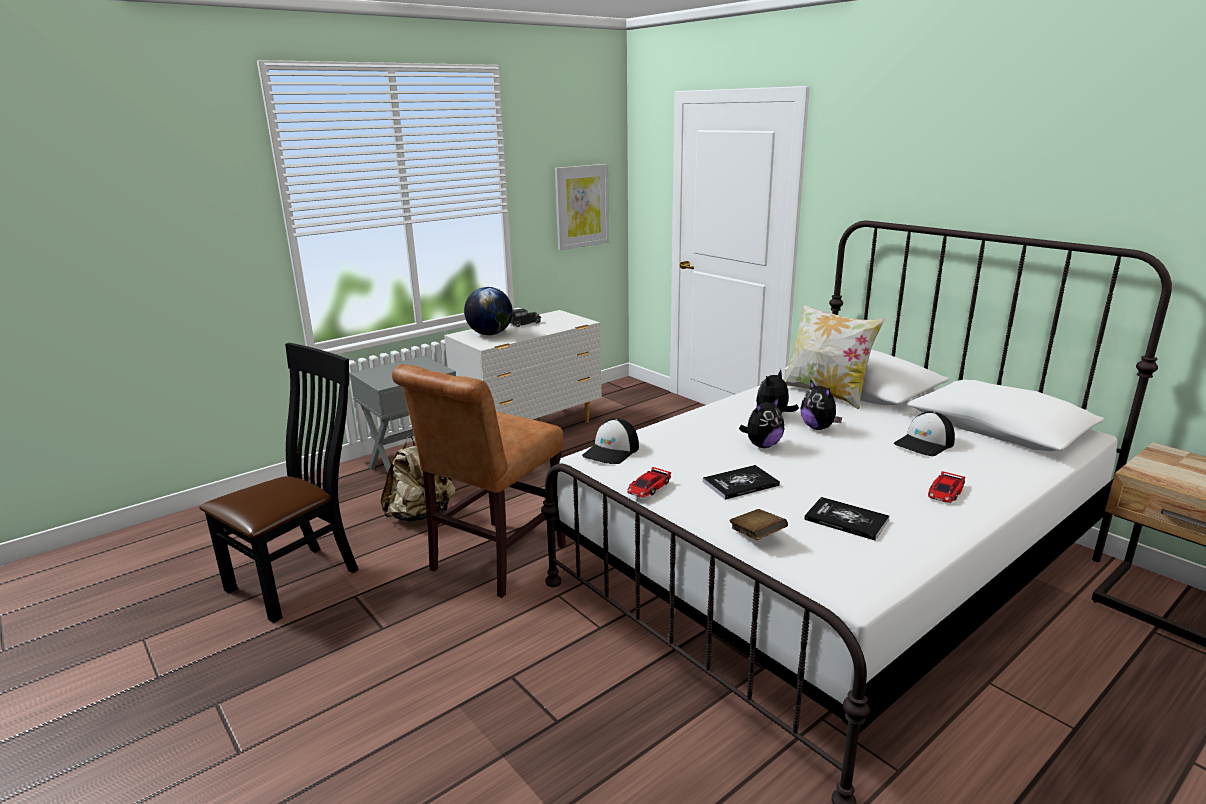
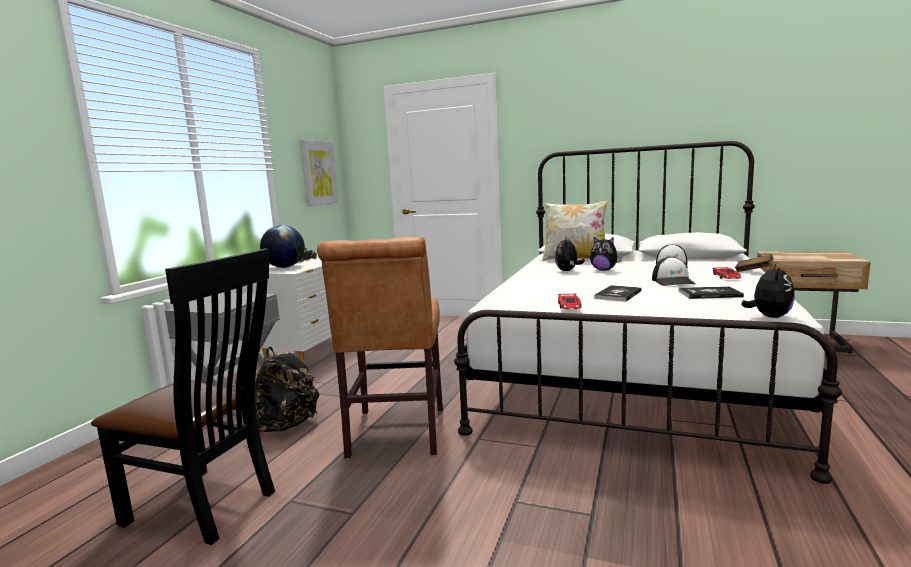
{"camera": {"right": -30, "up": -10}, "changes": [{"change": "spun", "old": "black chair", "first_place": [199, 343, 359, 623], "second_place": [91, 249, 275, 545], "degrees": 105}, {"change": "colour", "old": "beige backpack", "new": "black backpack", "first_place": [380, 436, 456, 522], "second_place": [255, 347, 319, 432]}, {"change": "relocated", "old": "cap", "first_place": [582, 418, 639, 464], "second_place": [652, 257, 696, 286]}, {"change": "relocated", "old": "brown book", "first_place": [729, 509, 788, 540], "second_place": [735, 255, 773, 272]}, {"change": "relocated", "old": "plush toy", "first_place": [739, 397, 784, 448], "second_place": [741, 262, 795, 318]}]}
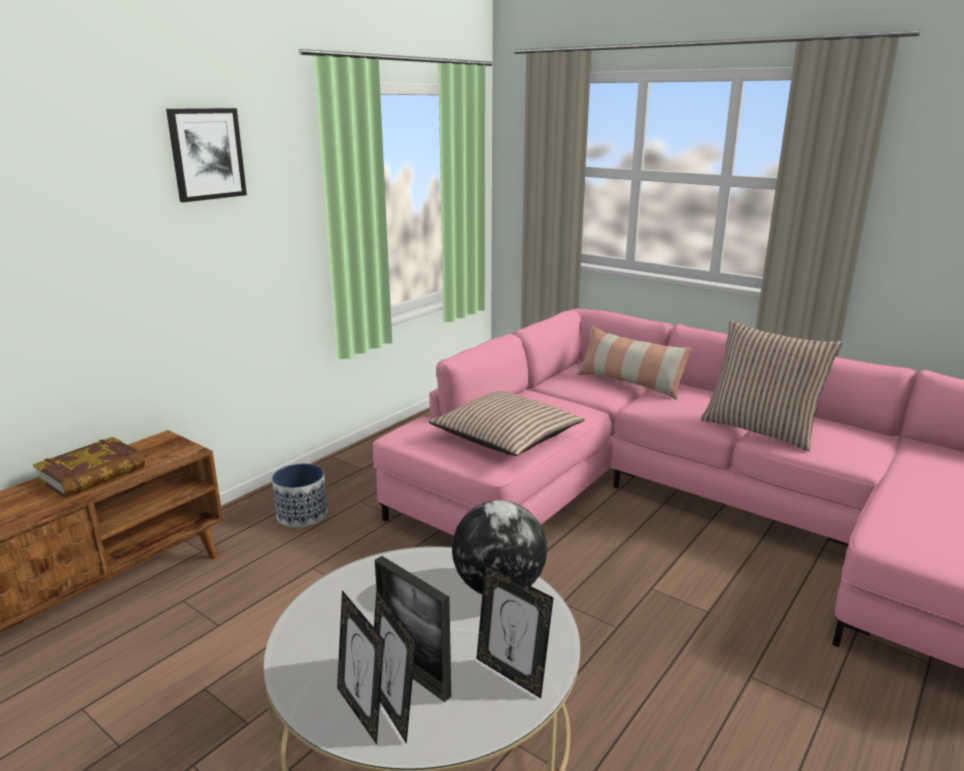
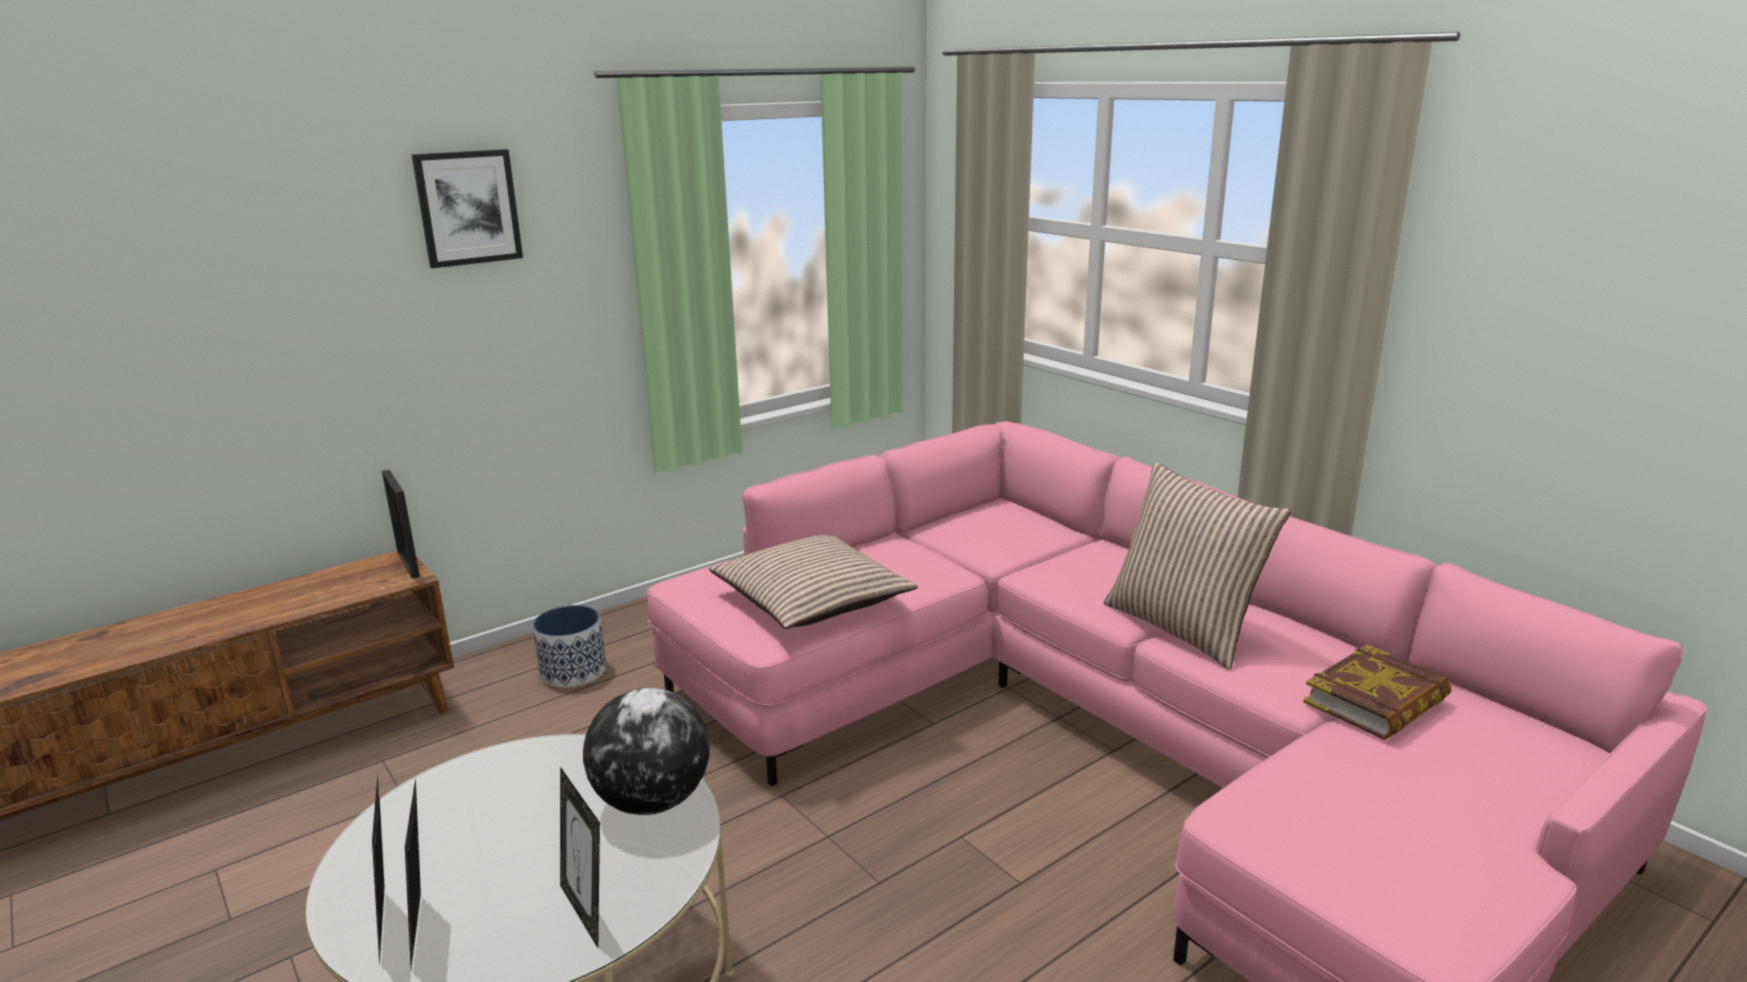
{"camera": {"right": 15, "up": 0}, "changes": [{"change": "relocated", "old": "book", "first_place": [33, 437, 145, 498], "second_place": [1303, 645, 1451, 740]}, {"change": "relocated", "old": "picture frame", "first_place": [375, 556, 451, 702], "second_place": [382, 470, 420, 579]}, {"change": "missing", "old": "pillow", "first_place": [577, 326, 693, 400]}]}
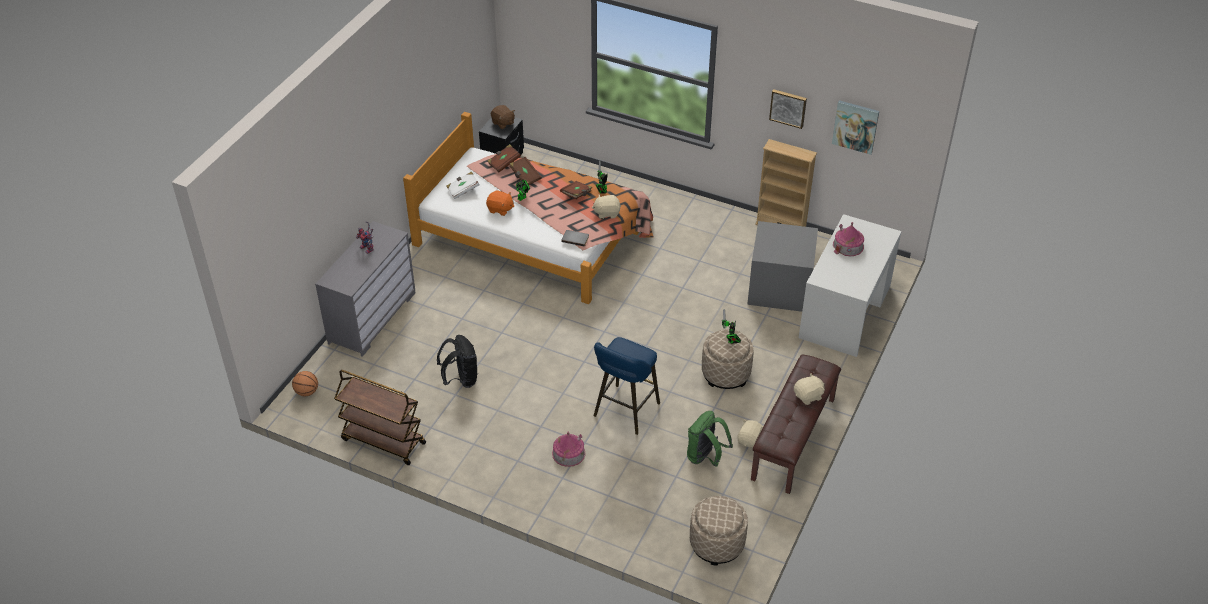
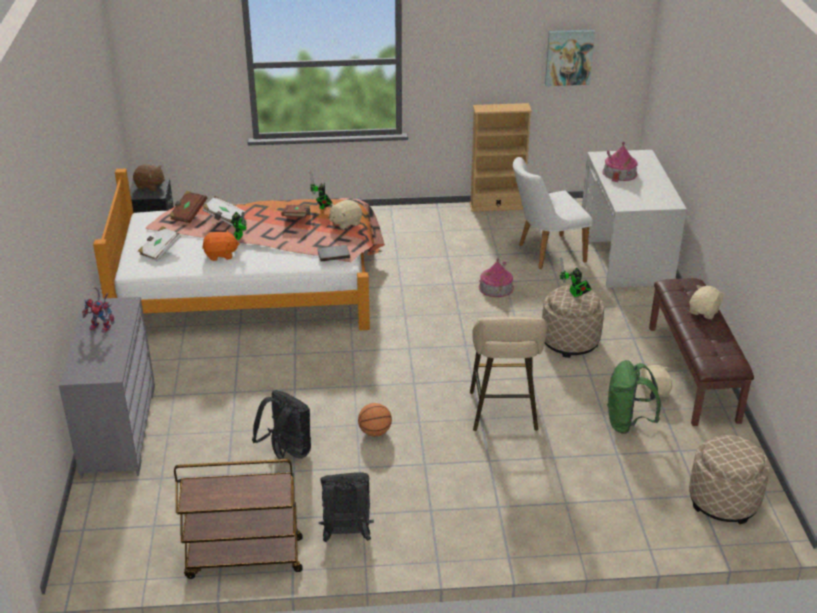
{"camera": {"right": -30, "up": -10}, "changes": [{"change": "relocated", "old": "basketball", "first_place": [292, 371, 318, 397], "second_place": [358, 403, 392, 437]}, {"change": "colour", "old": "brown book", "new": "white book", "first_place": [510, 157, 542, 185], "second_place": [202, 196, 246, 226]}, {"change": "relocated", "old": "toy house", "first_place": [552, 431, 586, 467], "second_place": [479, 258, 514, 297]}, {"change": "colour", "old": "blue stool", "new": "beige stool", "first_place": [594, 337, 660, 435], "second_place": [470, 317, 547, 431]}, {"change": "exchanged", "old": "grey storage box", "new": "white chair", "first_place": [747, 221, 818, 312], "second_place": [513, 157, 593, 269]}, {"change": "missing", "old": "picture", "first_place": [769, 89, 807, 129]}, {"change": "appeared", "new": "black backpack", "second_place": [318, 472, 374, 542]}]}
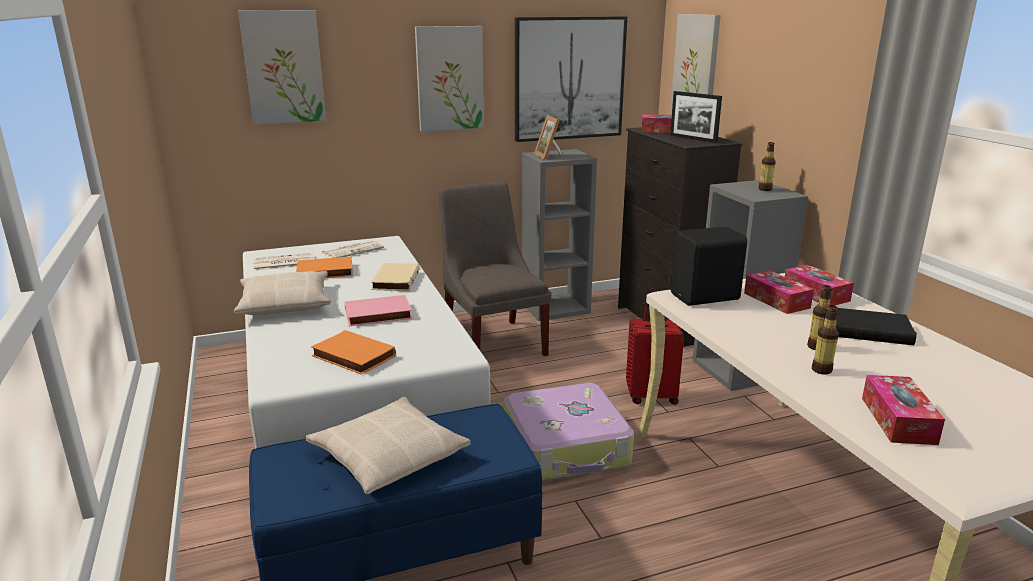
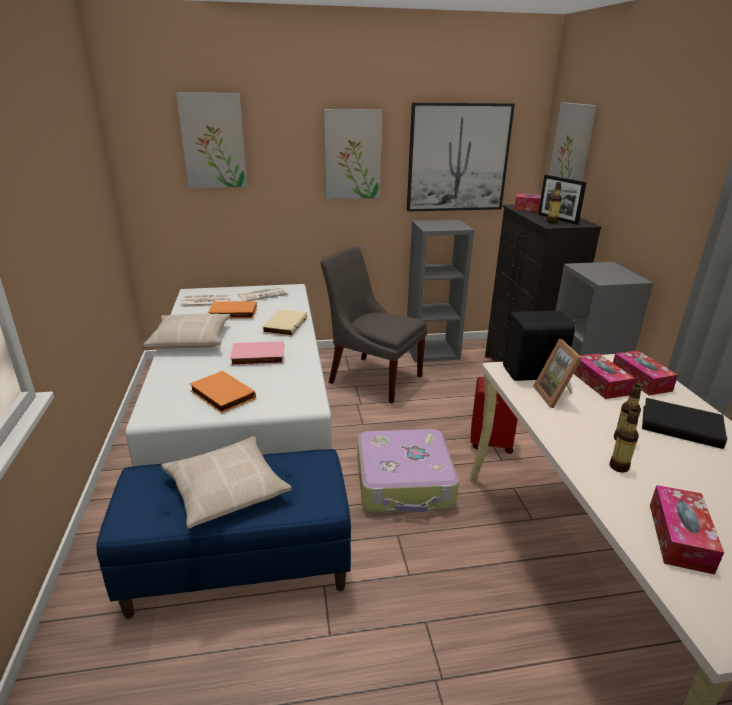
{"camera": {"right": 10, "up": 5}, "changes": [{"change": "spun", "old": "grey chair", "first_place": [438, 182, 551, 356], "second_place": [320, 246, 427, 403], "degrees": -45}, {"change": "relocated", "old": "picture frame", "first_place": [534, 115, 562, 160], "second_place": [533, 339, 582, 408]}, {"change": "relocated", "old": "bottle", "first_place": [758, 142, 776, 191], "second_place": [547, 182, 562, 223]}]}
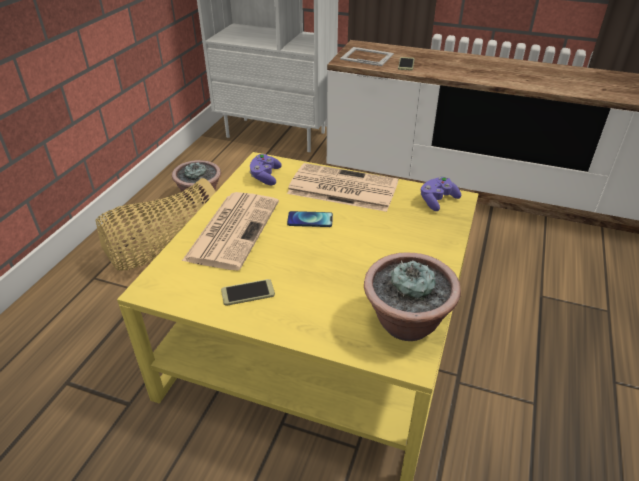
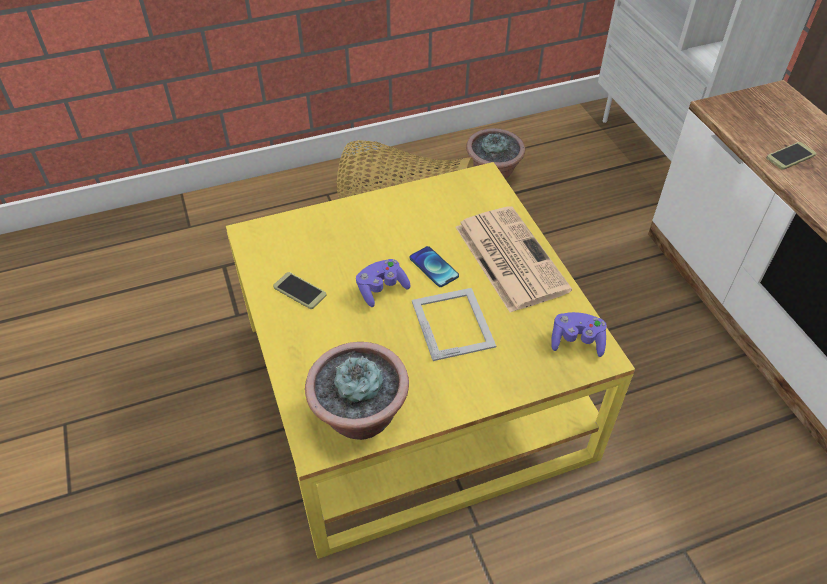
{"camera": {"right": 50, "up": 10}, "changes": [{"change": "missing", "old": "newspaper", "first_place": [182, 192, 279, 270]}, {"change": "relocated", "old": "purple game controller", "first_place": [250, 154, 282, 185], "second_place": [356, 259, 411, 307]}, {"change": "relocated", "old": "picture frame", "first_place": [340, 47, 394, 66], "second_place": [412, 288, 496, 361]}]}
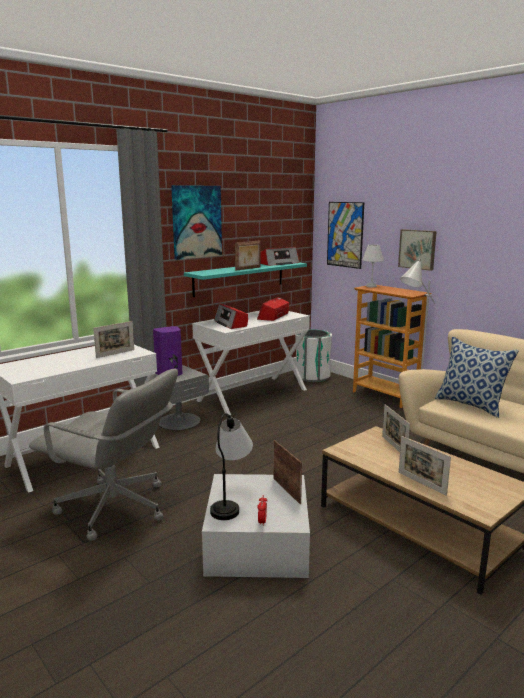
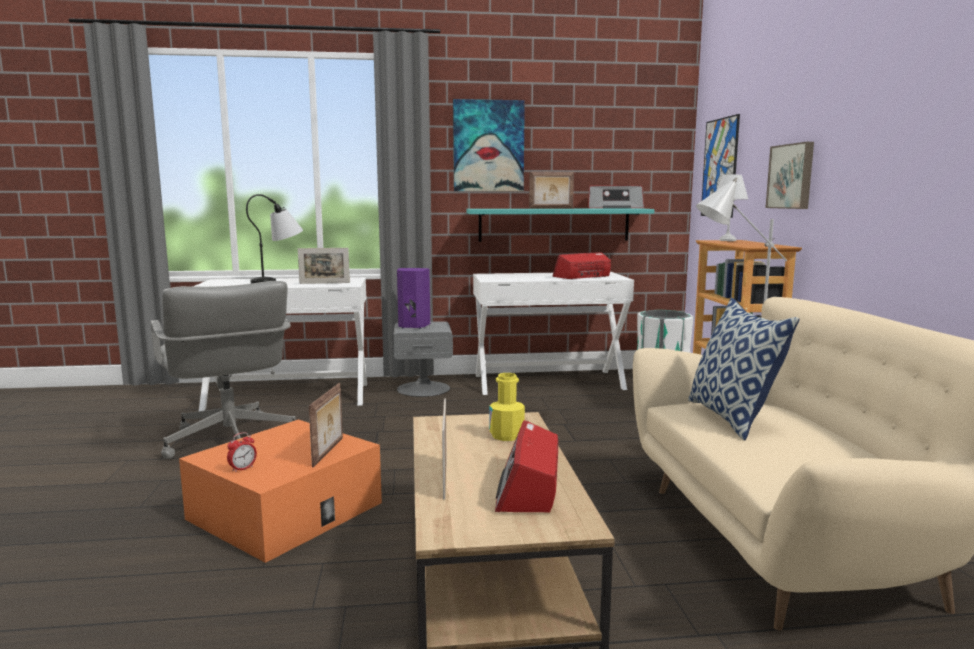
{"camera": {"right": 35, "up": -5}, "changes": [{"change": "colour", "old": "white storage box", "new": "orange storage box", "first_place": [202, 474, 310, 578], "second_place": [179, 419, 382, 563]}, {"change": "relocated", "old": "table lamp", "first_place": [210, 413, 253, 520], "second_place": [246, 194, 303, 284]}, {"change": "relocated", "old": "radio", "first_place": [214, 304, 248, 329], "second_place": [495, 420, 558, 512]}, {"change": "exchanged", "old": "picture frame", "new": "yellow bottle", "first_place": [382, 404, 410, 452], "second_place": [490, 373, 525, 441]}]}
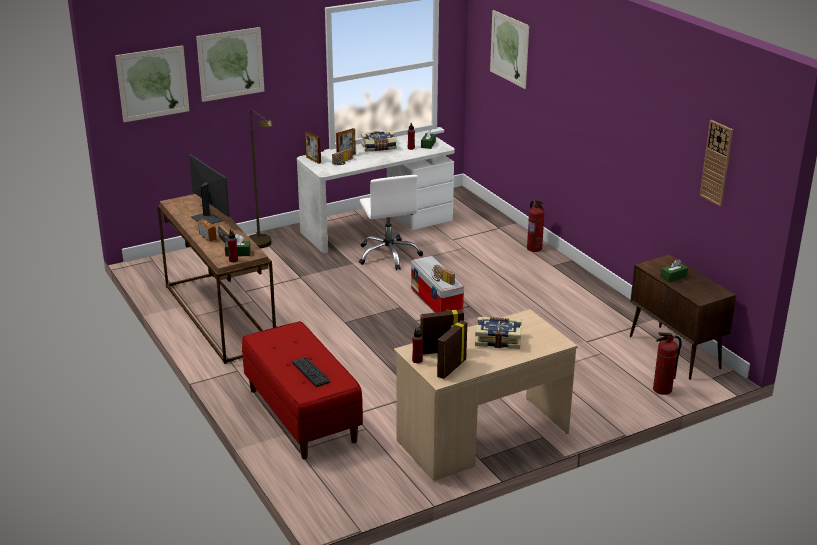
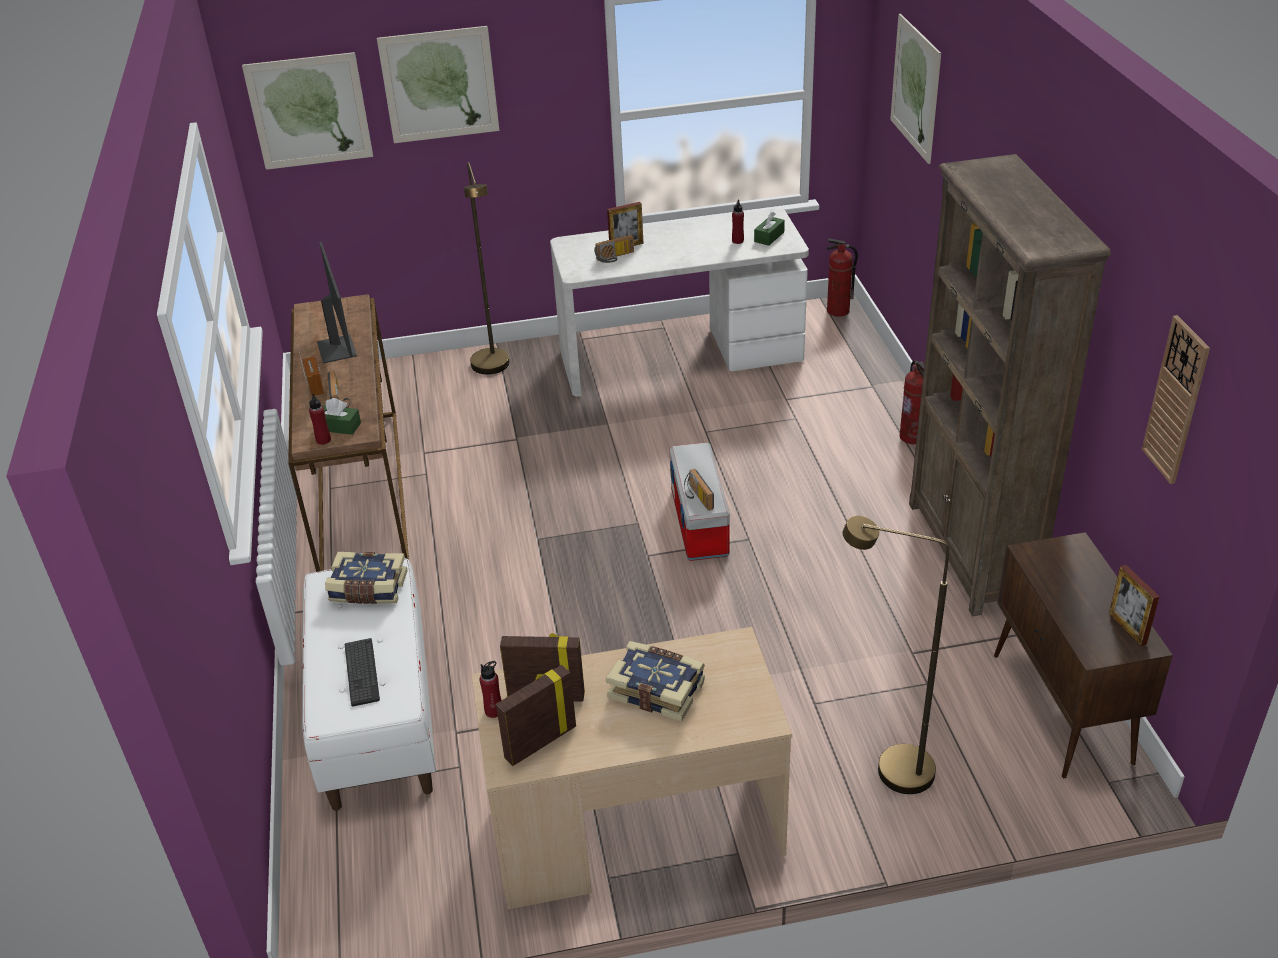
{"camera": {"right": 20, "up": 10}, "changes": [{"change": "colour", "old": "red bench", "new": "white bench", "first_place": [242, 321, 363, 460], "second_place": [302, 558, 436, 811]}, {"change": "relocated", "old": "picture frame", "first_place": [305, 131, 321, 164], "second_place": [1109, 565, 1160, 646]}, {"change": "missing", "old": "white office chair", "first_place": [359, 175, 423, 270]}, {"change": "relocated", "old": "book", "first_place": [361, 130, 397, 152], "second_place": [325, 552, 408, 604]}, {"change": "relocated", "old": "fire extinguisher", "first_place": [653, 332, 682, 395], "second_place": [826, 238, 858, 317]}, {"change": "missing", "old": "green tissue box", "first_place": [660, 259, 688, 282]}, {"change": "appeared", "new": "brown floor lamp", "second_place": [843, 516, 950, 794]}, {"change": "appeared", "new": "brown bookcase", "second_place": [909, 154, 1111, 616]}]}
